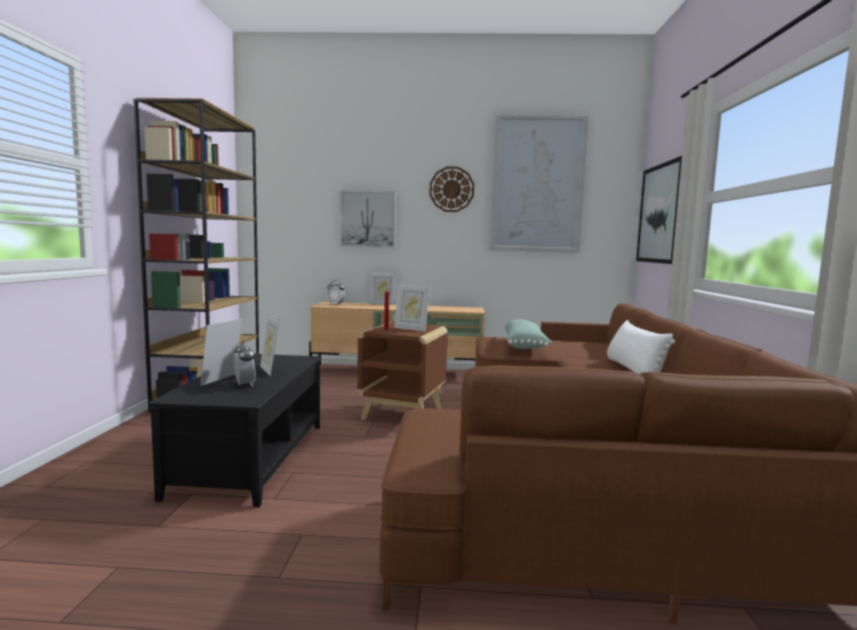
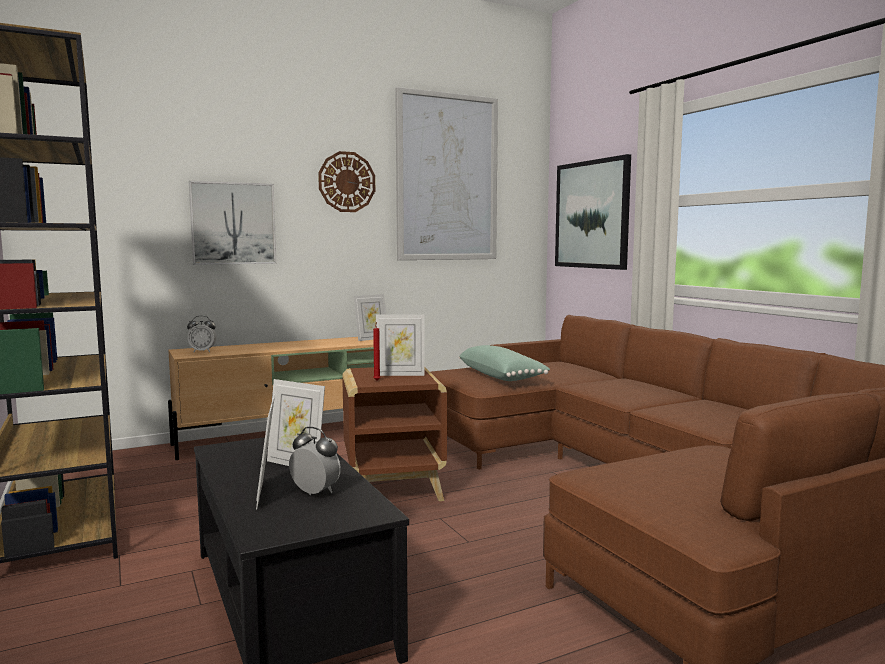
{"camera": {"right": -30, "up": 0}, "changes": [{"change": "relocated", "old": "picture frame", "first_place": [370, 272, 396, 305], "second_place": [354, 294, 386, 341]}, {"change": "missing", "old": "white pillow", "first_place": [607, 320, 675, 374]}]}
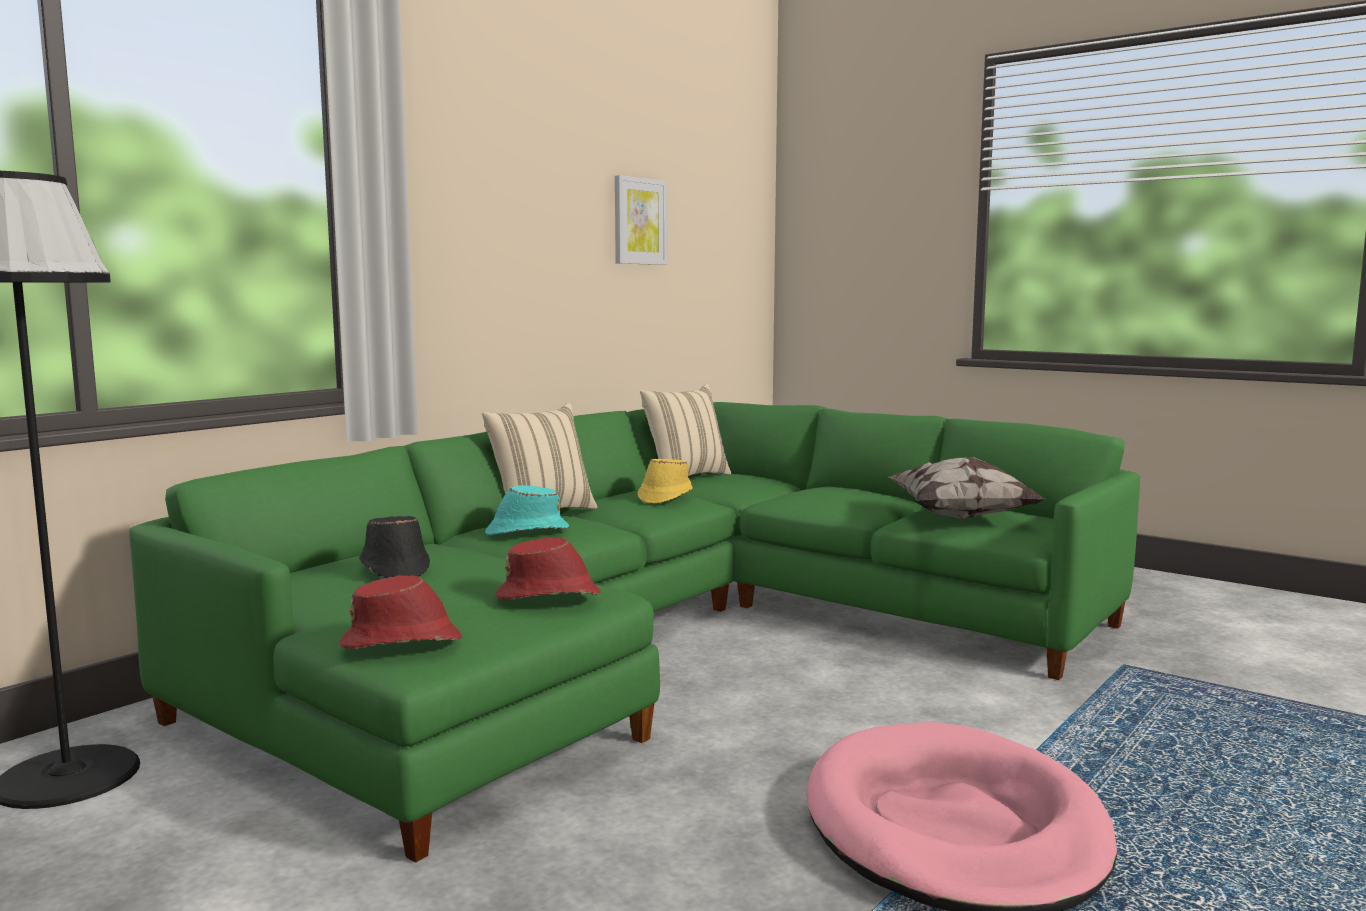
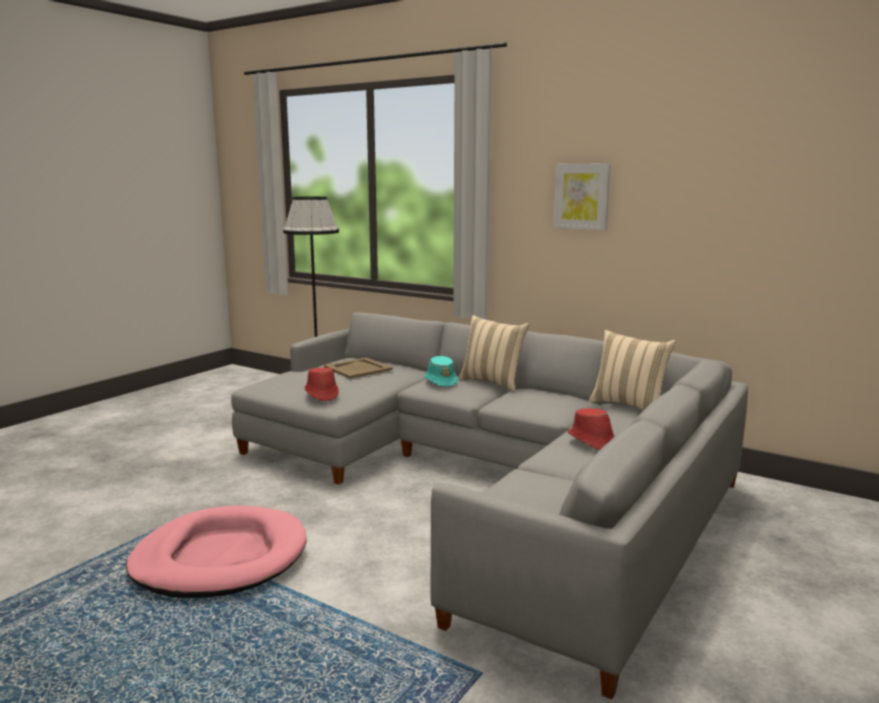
{"camera": {"right": 85, "up": 5}, "changes": [{"change": "colour", "old": "green sofa", "new": "grey sofa", "first_place": [129, 402, 1140, 863], "second_place": [231, 312, 748, 700]}, {"change": "relocated", "old": "red hat", "first_place": [339, 575, 462, 649], "second_place": [568, 408, 615, 450]}, {"change": "exchanged", "old": "black hat", "new": "beige tray", "first_place": [359, 516, 430, 578], "second_place": [324, 358, 393, 379]}, {"change": "relocated", "old": "picture", "first_place": [615, 175, 667, 265], "second_place": [553, 163, 610, 230]}, {"change": "missing", "old": "yellow hat", "first_place": [638, 459, 693, 504]}, {"change": "missing", "old": "pillow", "first_place": [889, 457, 1045, 520]}]}
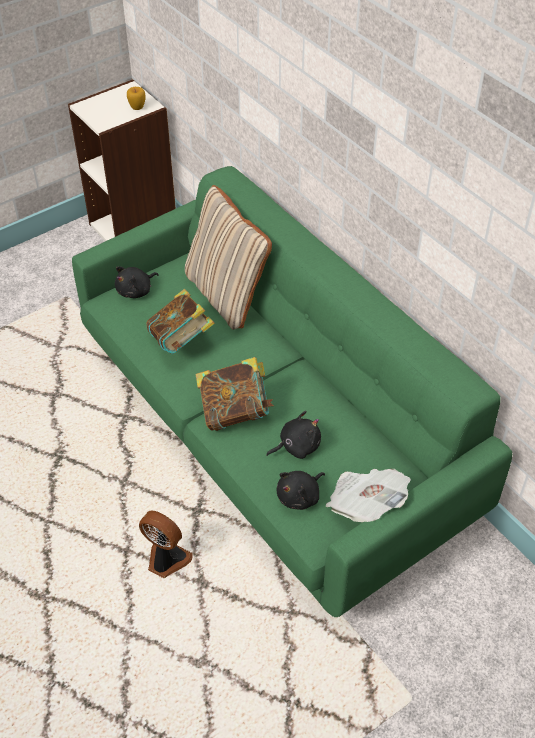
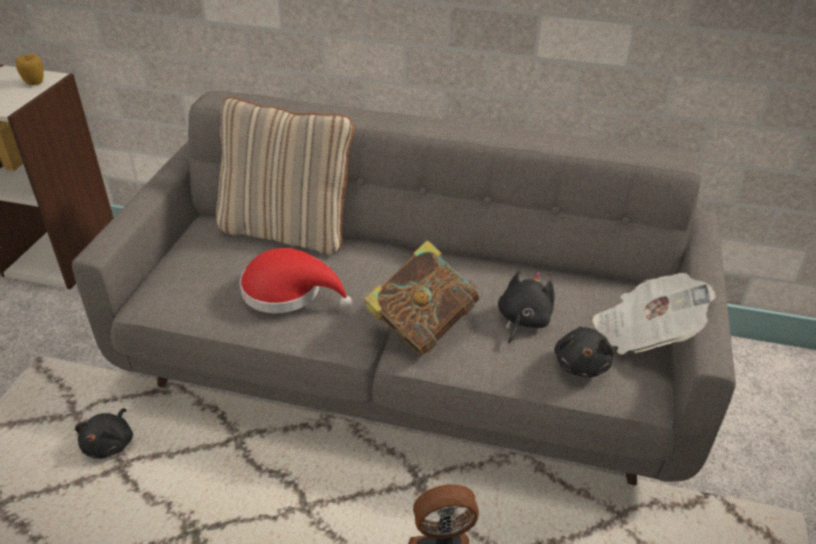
{"camera": {"right": -40, "up": -10}, "changes": [{"change": "colour", "old": "green sofa", "new": "grey sofa", "first_place": [72, 166, 512, 617], "second_place": [72, 91, 736, 486]}, {"change": "relocated", "old": "black plush toy", "first_place": [115, 266, 159, 298], "second_place": [75, 408, 133, 459]}, {"change": "exchanged", "old": "book", "new": "red hat", "first_place": [146, 289, 215, 354], "second_place": [240, 248, 352, 313]}]}
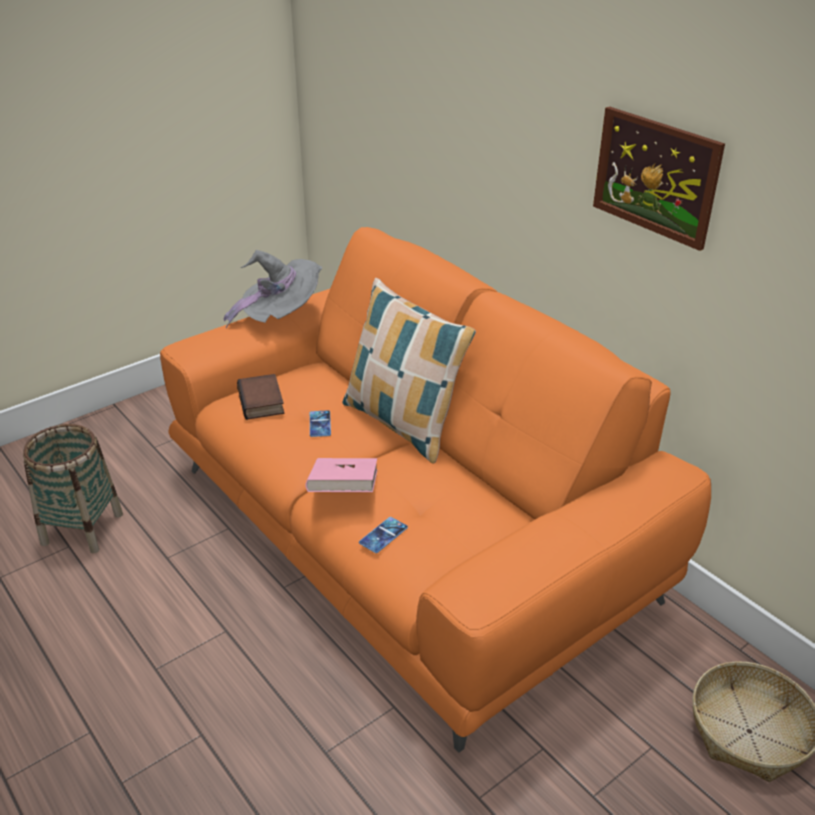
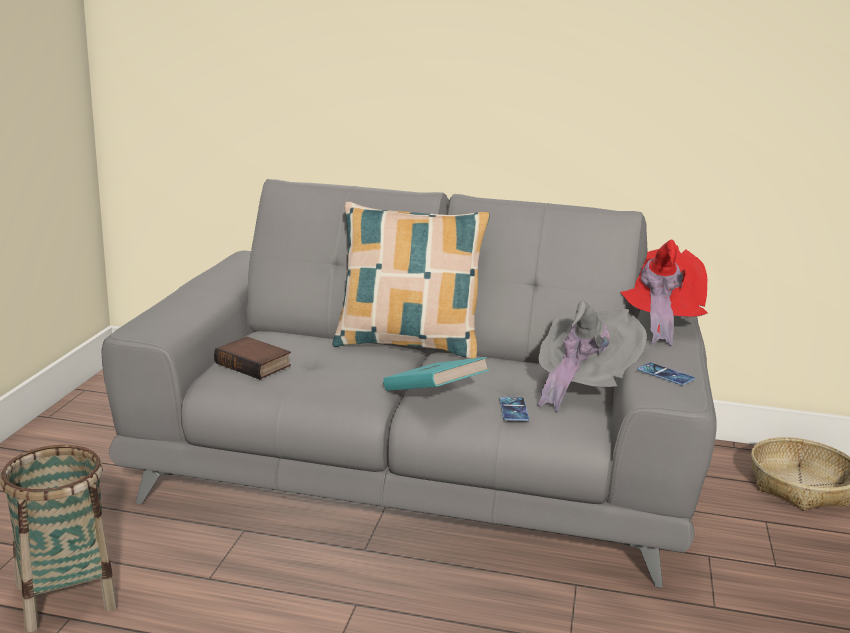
{"camera": {"right": -40, "up": -15}, "changes": [{"change": "colour", "old": "orange sofa", "new": "grey sofa", "first_place": [160, 227, 711, 753], "second_place": [101, 179, 717, 588]}, {"change": "relocated", "old": "grey hat", "first_place": [224, 250, 322, 328], "second_place": [537, 300, 647, 413]}, {"change": "colour", "old": "pink book", "new": "turquoise book", "first_place": [305, 458, 377, 492], "second_place": [383, 357, 489, 391]}, {"change": "relocated", "old": "phone", "first_place": [310, 410, 331, 437], "second_place": [637, 362, 695, 385]}, {"change": "missing", "old": "picture", "first_place": [593, 106, 725, 251]}, {"change": "appeared", "new": "red hat", "second_place": [620, 240, 708, 346]}]}
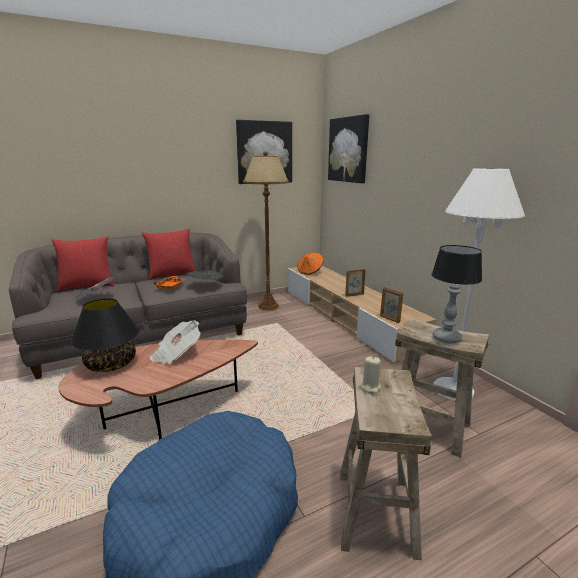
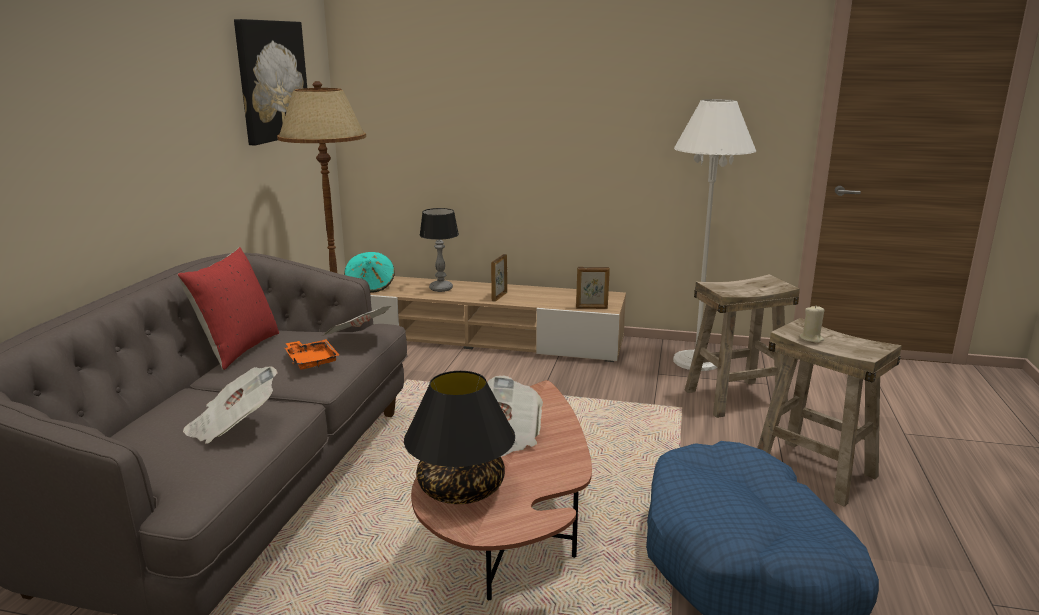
{"camera": {"right": -50, "up": 0}, "changes": [{"change": "missing", "old": "red pillow", "first_place": [52, 236, 114, 292]}, {"change": "colour", "old": "orange hat", "new": "turquoise hat", "first_place": [298, 253, 324, 275], "second_place": [344, 252, 395, 293]}, {"change": "missing", "old": "picture", "first_place": [328, 114, 369, 183]}, {"change": "relocated", "old": "table lamp", "first_place": [431, 245, 482, 344], "second_place": [420, 208, 459, 292]}]}
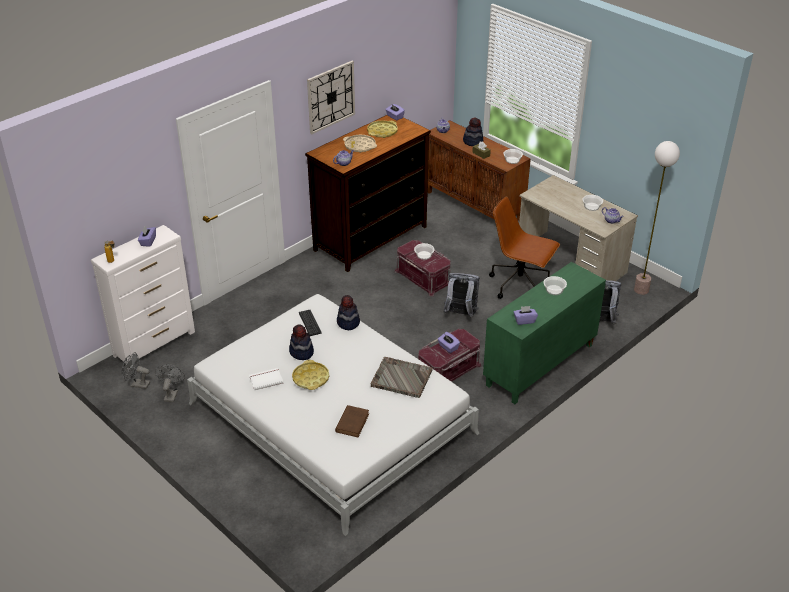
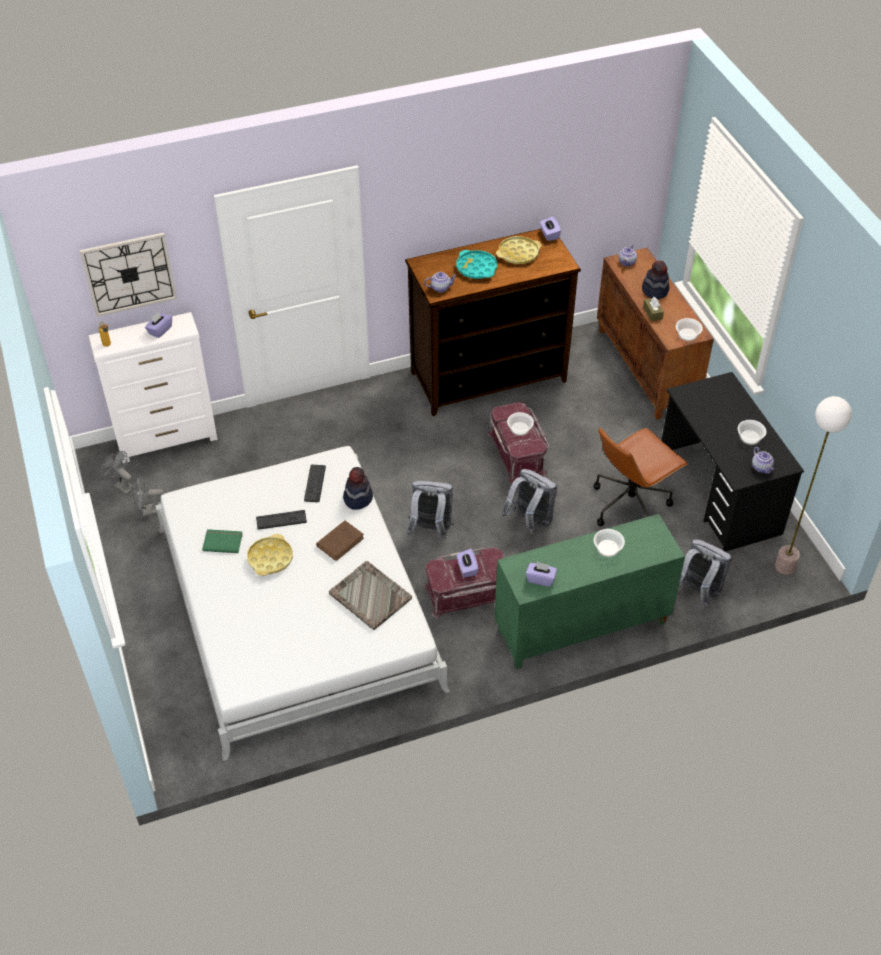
{"camera": {"right": 25, "up": 10}, "changes": [{"change": "spun", "old": "grey fan", "first_place": [155, 364, 185, 402], "second_place": [131, 476, 164, 516], "degrees": -135}, {"change": "colour", "old": "white book", "new": "green book", "first_place": [249, 368, 283, 390], "second_place": [202, 529, 243, 553]}, {"change": "exchanged", "old": "hat", "new": "keyboard", "first_place": [289, 325, 314, 360], "second_place": [256, 510, 307, 530]}, {"change": "relocated", "old": "wall clock", "first_place": [307, 61, 355, 134], "second_place": [80, 232, 177, 317]}, {"change": "relocated", "old": "brown book", "first_place": [335, 405, 369, 437], "second_place": [316, 521, 364, 561]}, {"change": "colour", "old": "beige tray", "new": "turquoise tray", "first_place": [343, 135, 377, 153], "second_place": [456, 250, 497, 279]}, {"change": "spun", "old": "brown office chair", "first_place": [489, 197, 560, 299], "second_place": [594, 427, 689, 526], "degrees": -90}, {"change": "colour", "old": "beige desk", "new": "black desk", "first_place": [519, 175, 638, 281], "second_place": [661, 372, 804, 552]}, {"change": "appeared", "new": "grey backpack", "second_place": [407, 481, 454, 540]}]}
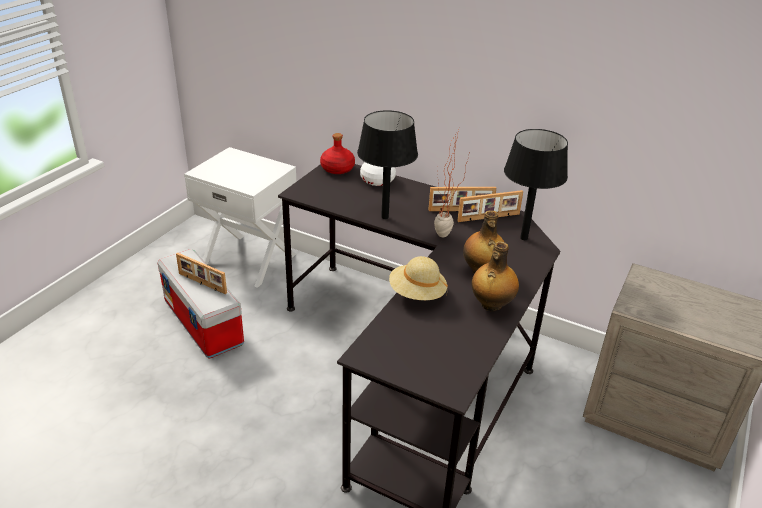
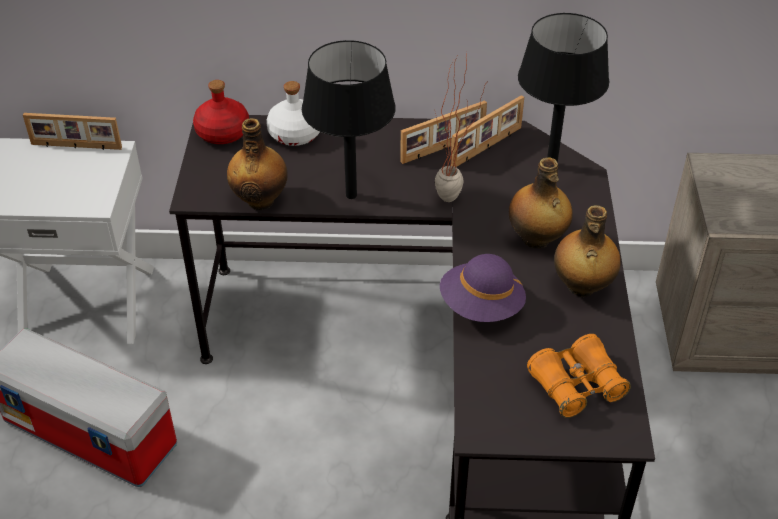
{"camera": {"right": -25, "up": 10}, "changes": [{"change": "relocated", "old": "picture frame", "first_place": [176, 253, 227, 294], "second_place": [23, 113, 122, 150]}, {"change": "colour", "old": "beige hat", "new": "purple hat", "first_place": [389, 256, 448, 300], "second_place": [440, 254, 526, 322]}, {"change": "appeared", "new": "bottle", "second_place": [227, 118, 288, 210]}, {"change": "appeared", "new": "orange binoculars", "second_place": [527, 334, 631, 418]}]}
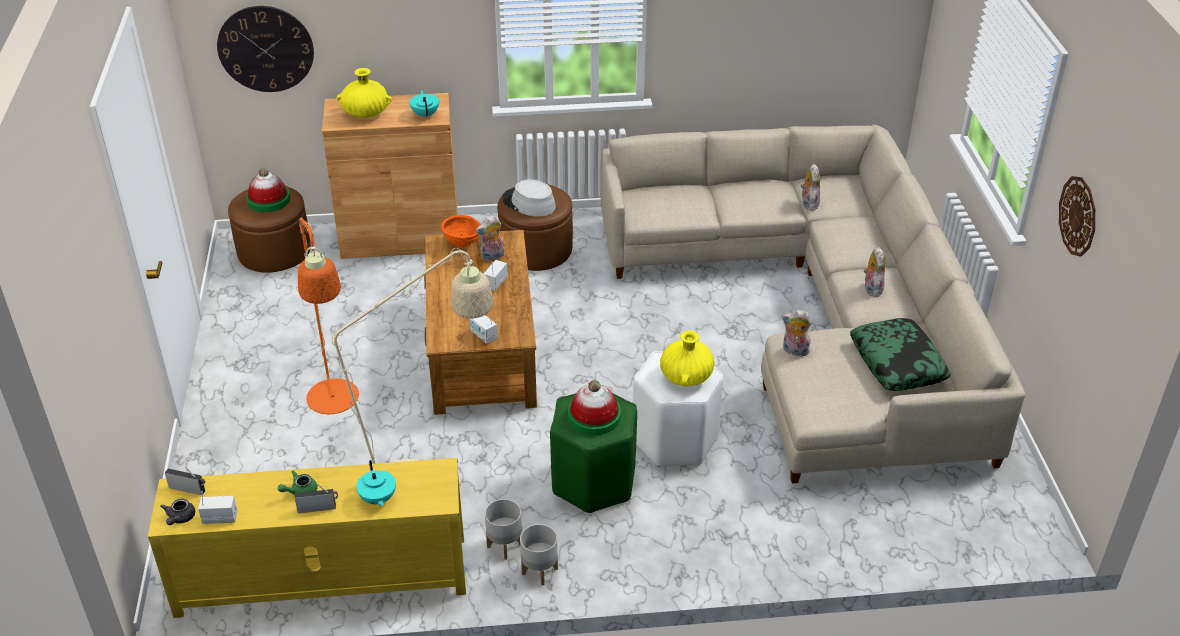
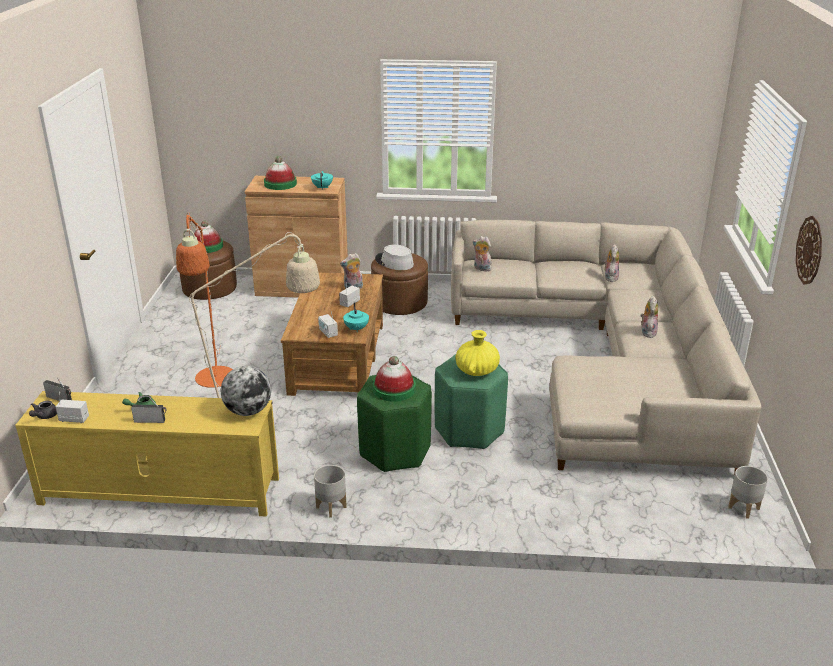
{"camera": {"right": 10, "up": -10}, "changes": [{"change": "missing", "old": "wall clock", "first_place": [217, 6, 314, 92]}, {"change": "exchanged", "old": "yellow vase", "new": "hat", "first_place": [337, 68, 392, 118], "second_place": [264, 156, 297, 190]}, {"change": "relocated", "old": "turquoise teapot", "first_place": [356, 460, 396, 506], "second_place": [343, 303, 369, 332]}, {"change": "missing", "old": "orange bowl", "first_place": [441, 215, 481, 247]}, {"change": "relocated", "old": "grey planter", "first_place": [485, 499, 522, 560], "second_place": [728, 466, 768, 518]}, {"change": "colour", "old": "white stool", "new": "green stool", "first_place": [633, 351, 723, 467], "second_place": [435, 354, 508, 449]}, {"change": "relocated", "old": "plush toy", "first_place": [782, 310, 812, 356], "second_place": [472, 236, 492, 271]}, {"change": "missing", "old": "pillow", "first_place": [850, 318, 951, 391]}, {"change": "appeared", "new": "globe", "second_place": [221, 366, 271, 416]}]}
